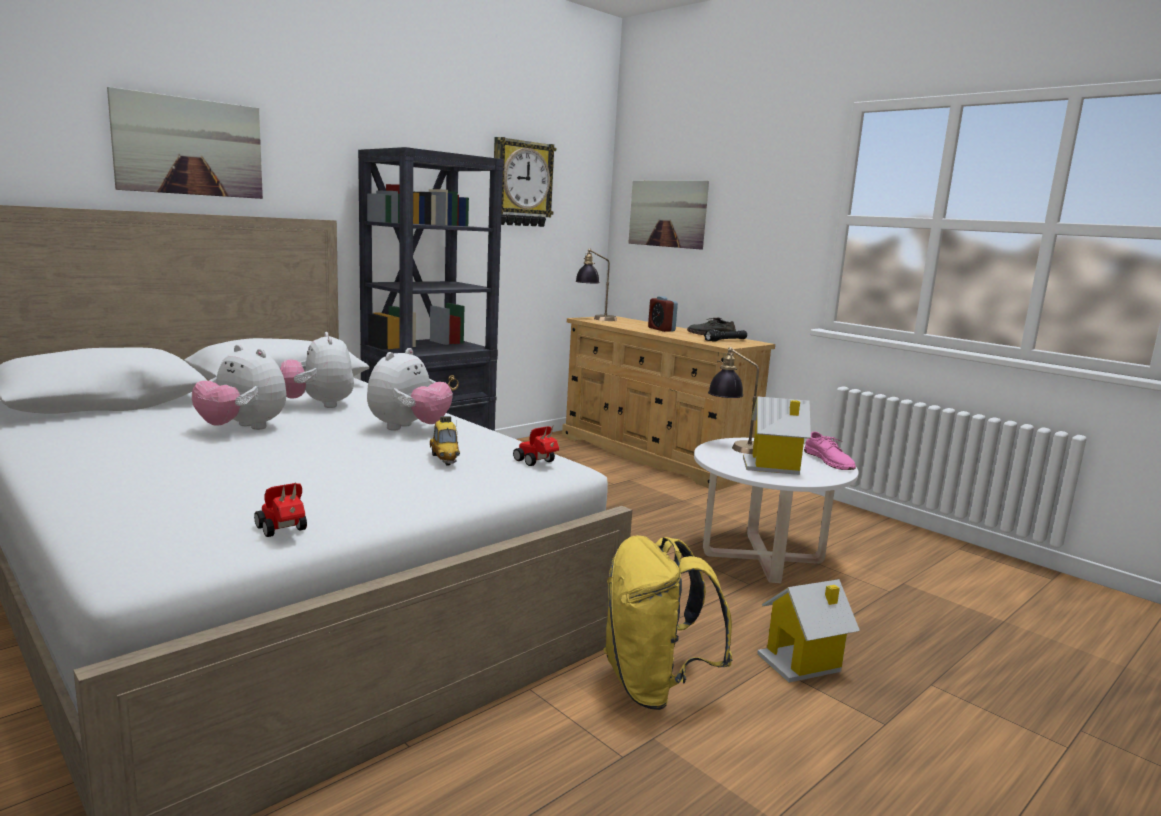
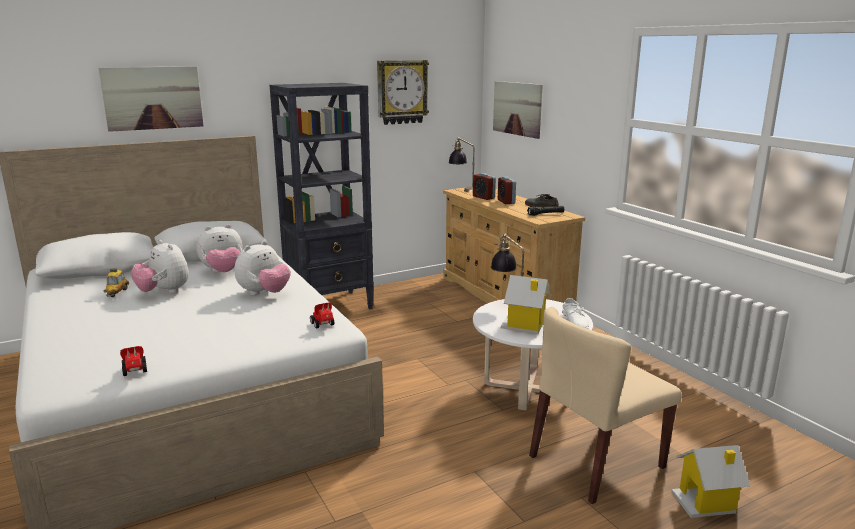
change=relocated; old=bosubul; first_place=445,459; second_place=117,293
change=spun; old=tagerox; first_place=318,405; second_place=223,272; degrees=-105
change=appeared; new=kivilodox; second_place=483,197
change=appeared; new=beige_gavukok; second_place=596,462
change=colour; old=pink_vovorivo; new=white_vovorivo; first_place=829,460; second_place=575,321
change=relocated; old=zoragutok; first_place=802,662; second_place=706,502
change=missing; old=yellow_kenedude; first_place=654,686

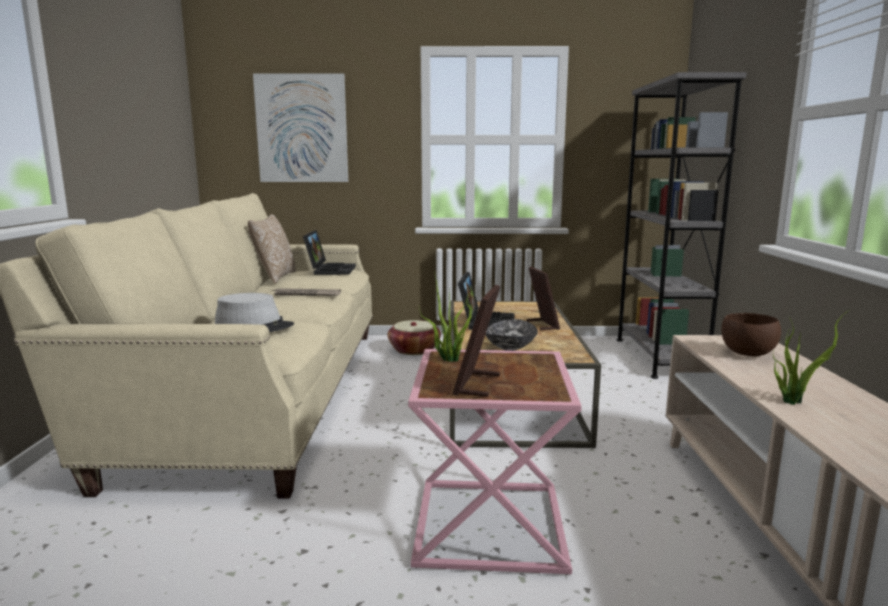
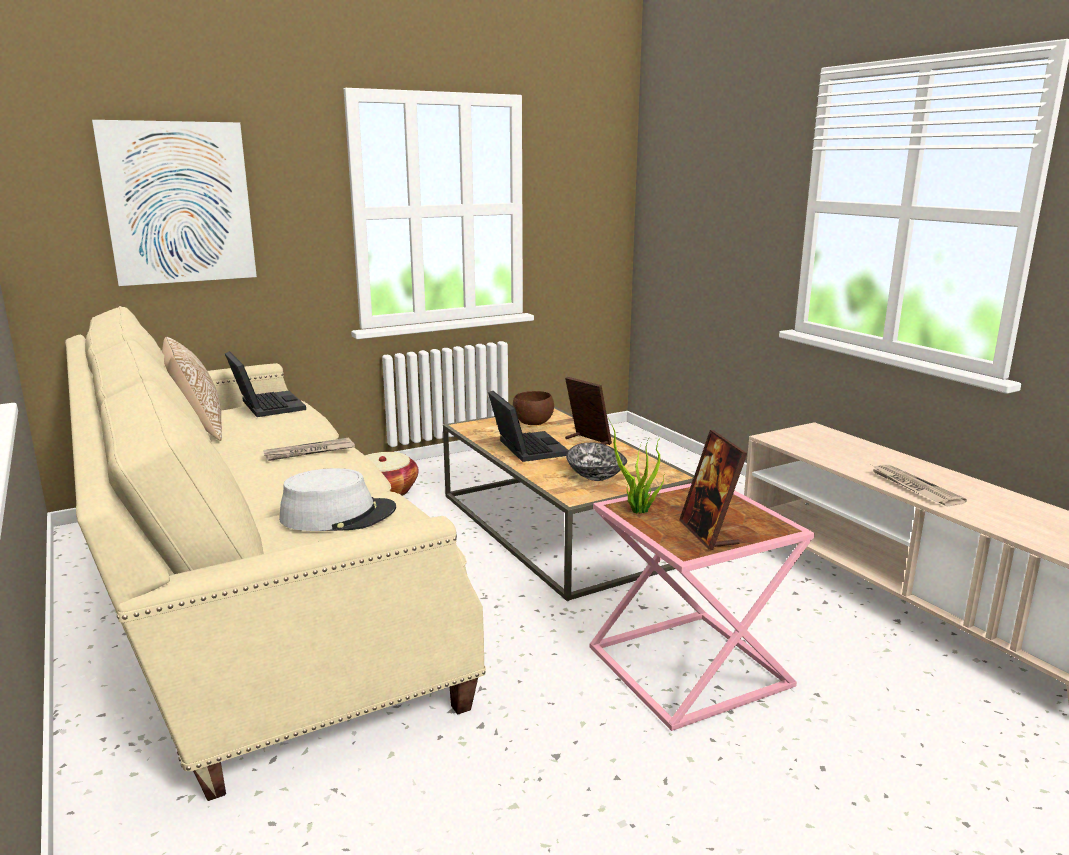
change=relocated; old=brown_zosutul; first_place=747,354; second_place=533,423
change=exchanged; old=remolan; new=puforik; first_place=792,400; second_place=913,487
change=missing; old=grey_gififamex; first_place=659,357

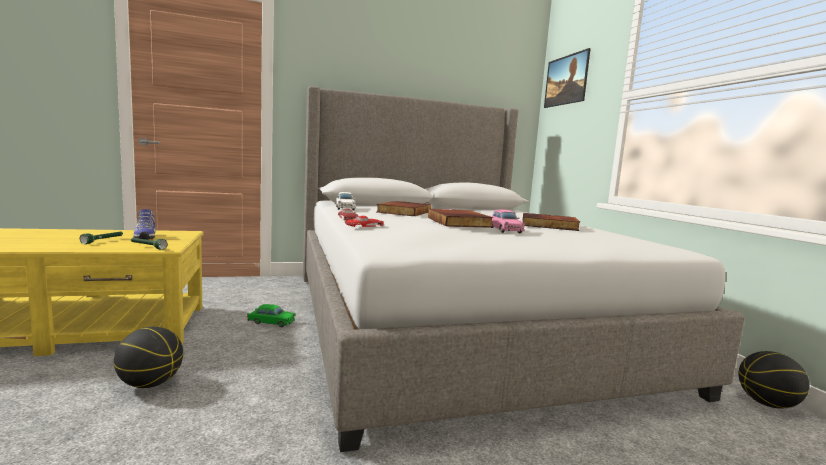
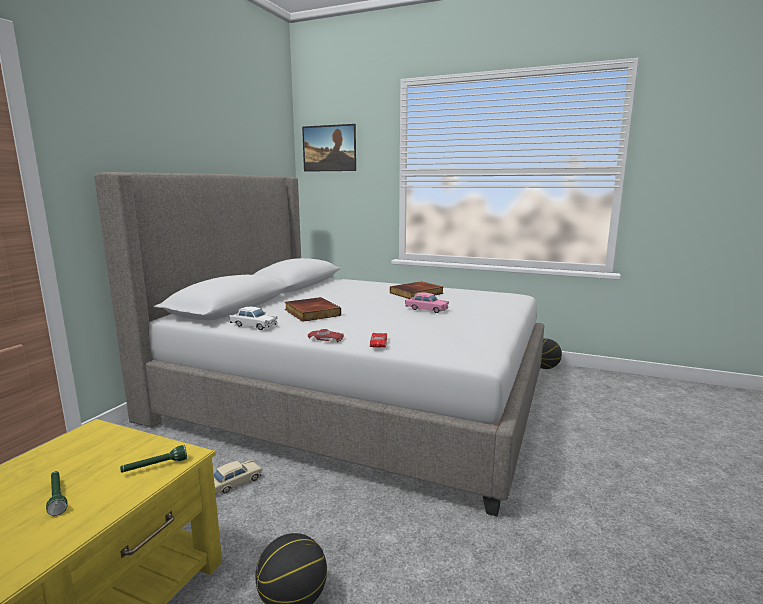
change=colour; old=green_bosubul; new=beige_bosubul; first_place=271,322; second_place=234,483
change=missing; old=vovorivo; first_place=144,237
change=missing; old=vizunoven; first_place=460,222

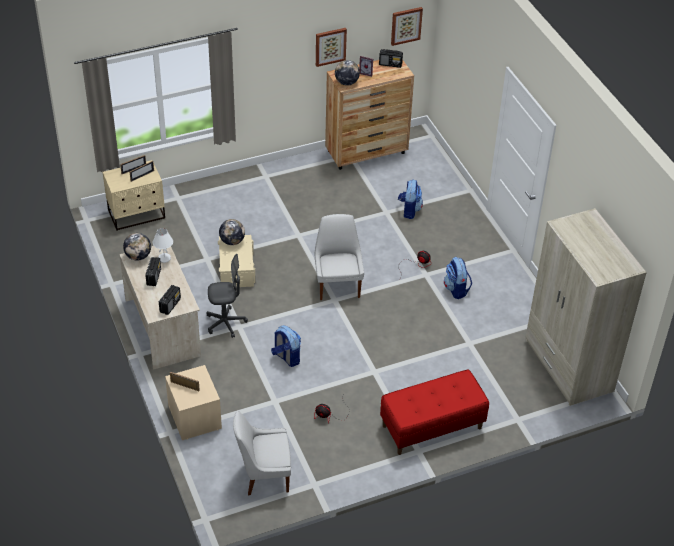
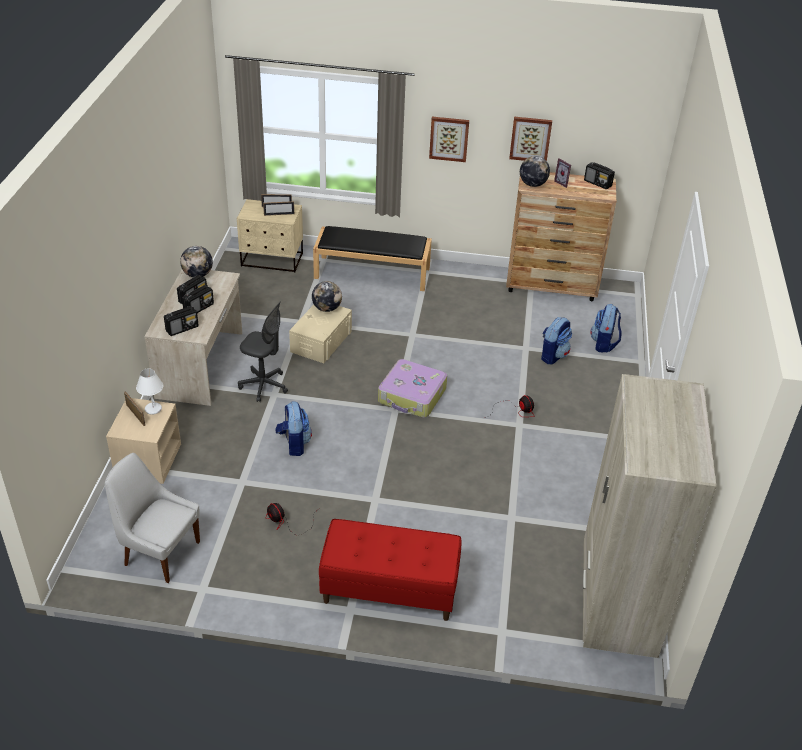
change=relocated; old=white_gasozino; first_place=164,258; second_place=153,409
change=appeared; new=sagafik; second_place=199,308
change=appeared; new=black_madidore; second_place=373,273
change=exchanged; old=white_gavukok; new=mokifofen; first_place=338,284; second_place=412,396
change=relocated; old=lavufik; first_place=406,25; second_place=449,138
change=relocated; old=kenedude; first_place=456,289; second_place=604,344

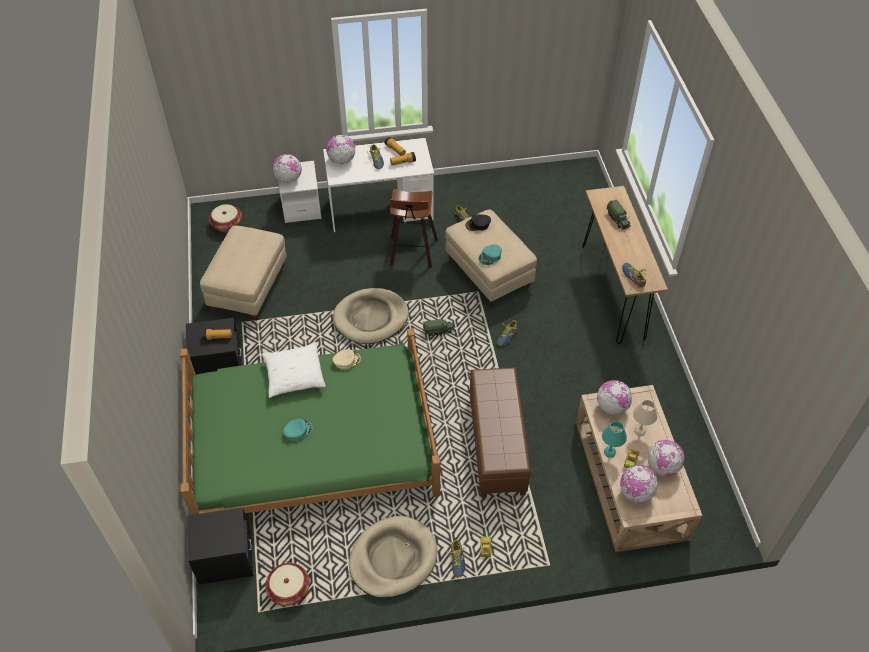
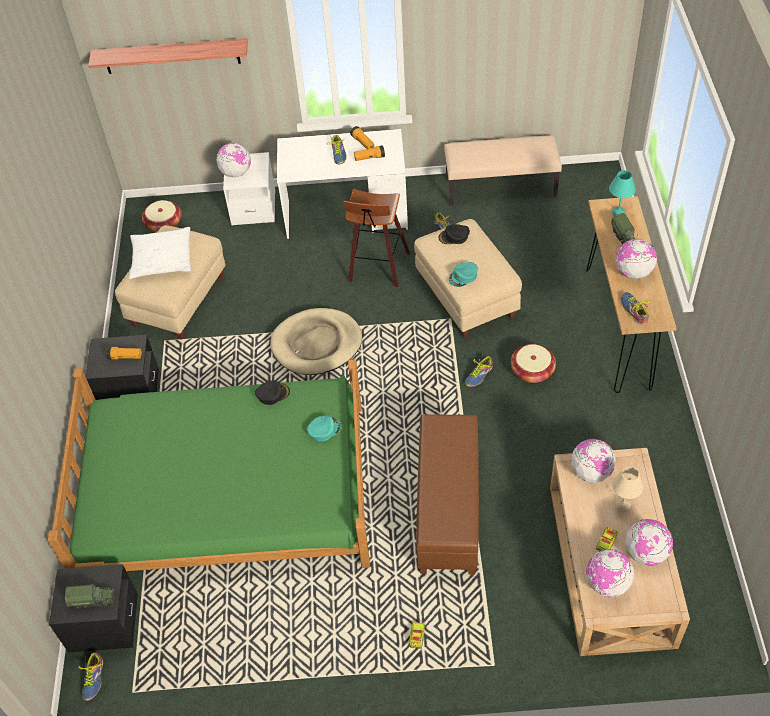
change=relocated; old=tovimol; first_place=438,330; second_place=92,599
change=relocated; old=vovorivo; first_place=457,560; second_place=94,678
change=appeared; new=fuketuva; second_place=172,56
change=relocated; old=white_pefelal; first_place=294,375; second_place=162,260
change=colour; old=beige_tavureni; new=black_tavureni; first_place=346,360; second_place=272,394
change=relocated; old=turquoise_tavureni; first_place=298,430; second_place=324,429
change=appeared; new=beige_madidore; second_place=501,187
change=relocated; old=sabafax; first_place=289,589; second_place=532,371
change=relocated; old=turquoise_gasozino; first_place=610,452; second_place=618,212
change=relocated; old=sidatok; first_place=341,160; second_place=633,272
change=missing; old=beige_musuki; first_place=393,558

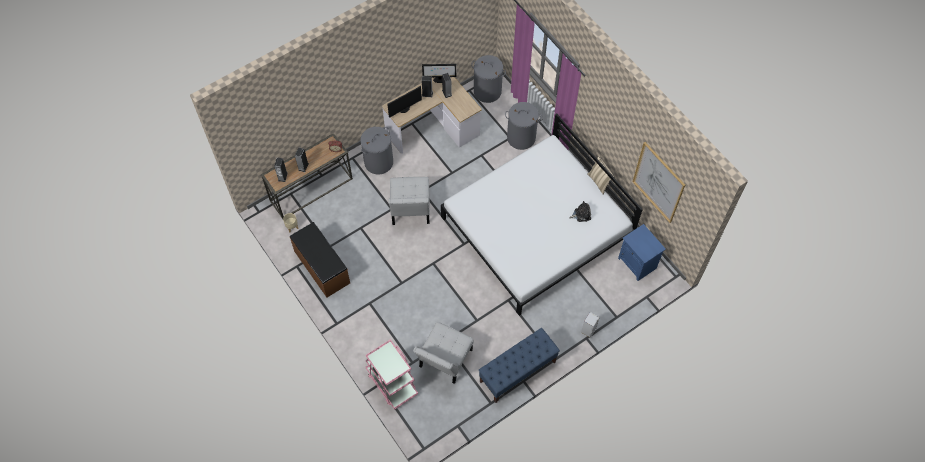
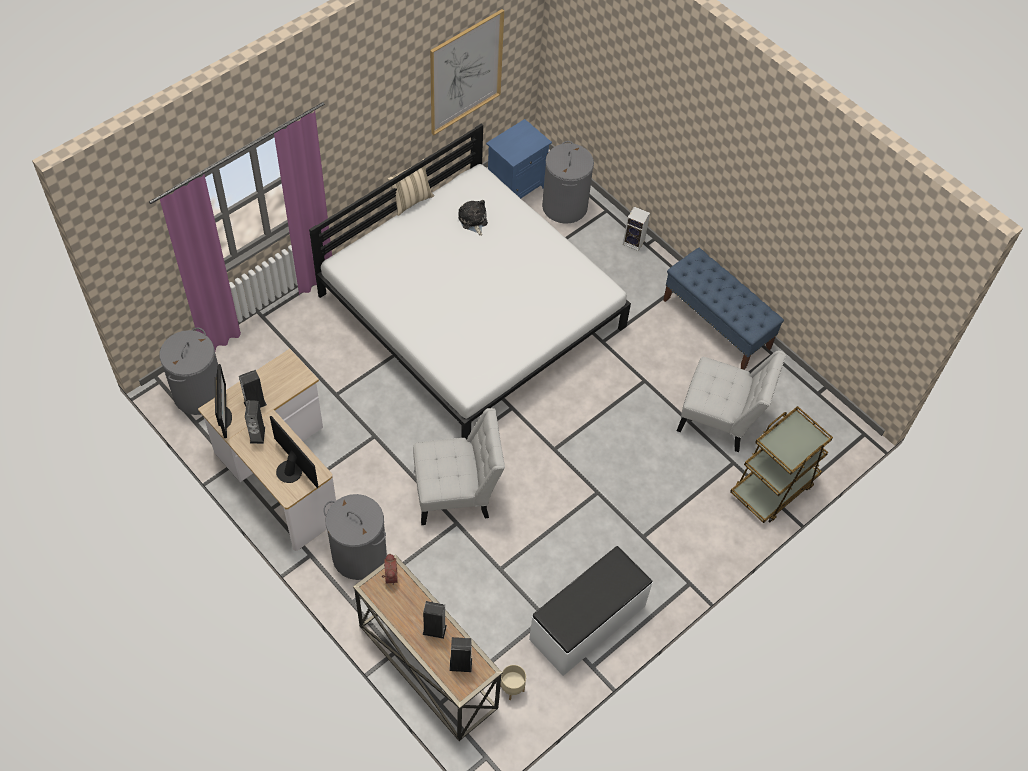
change=colour; old=brown_madidore; new=white_madidore; first_place=321,267; second_place=588,623
change=relocated; old=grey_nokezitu; first_place=521,137; second_place=564,206
change=colour; old=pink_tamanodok; new=brown_tamanodok; first_place=392,382; second_place=773,488

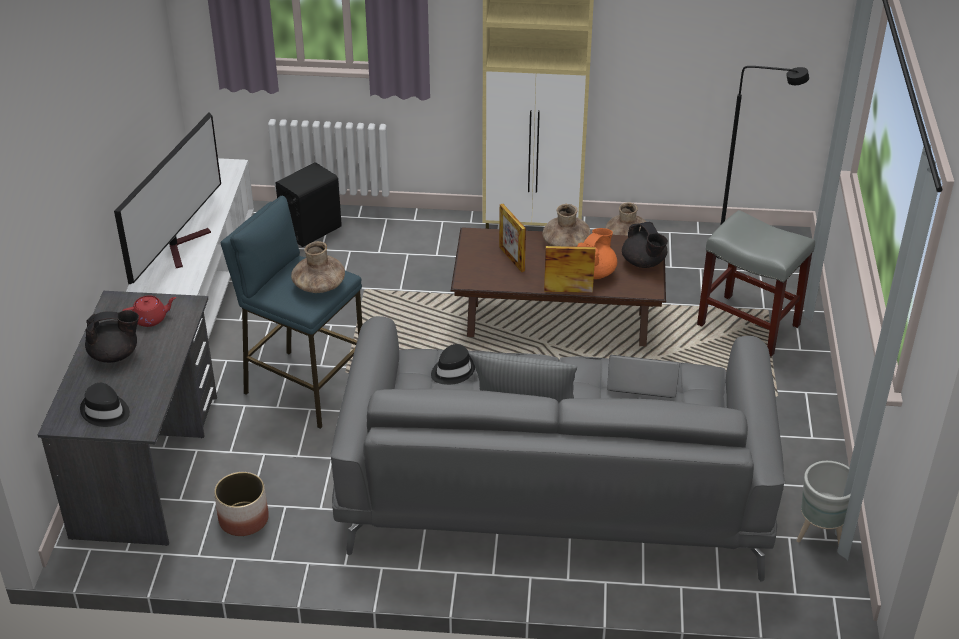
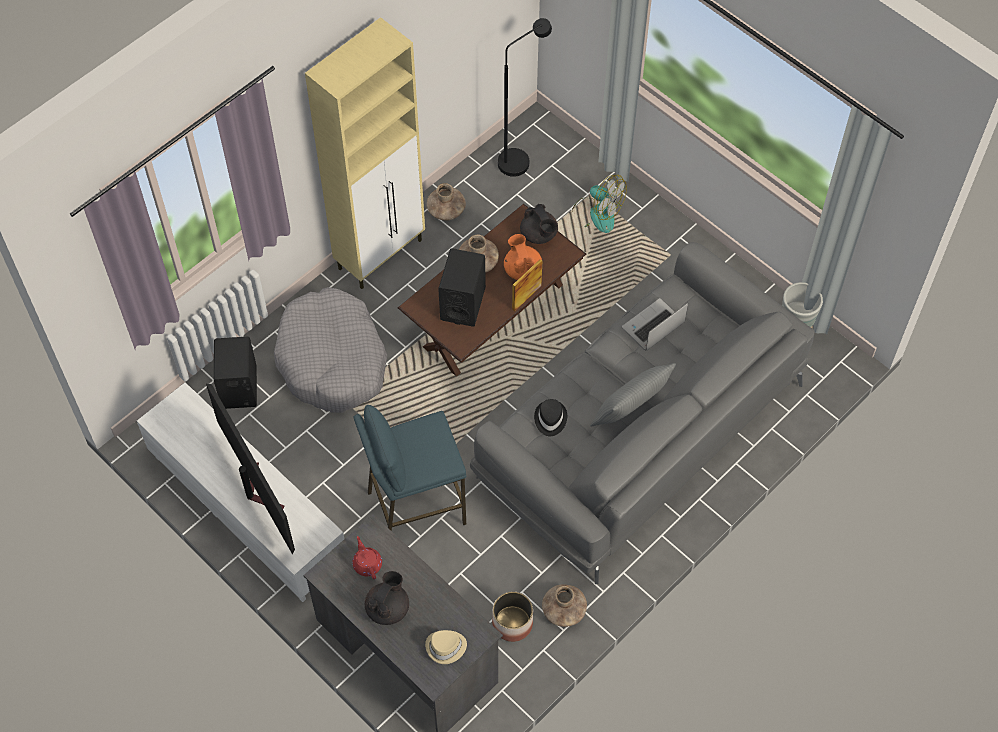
change=appeared; new=grey_musuki; second_place=332,360
change=spun; old=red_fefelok; first_place=151,319; second_place=367,564; degrees=-45
change=colour; old=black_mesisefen; new=beige_mesisefen; first_place=105,412; second_place=446,647
change=exchanged; old=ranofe; new=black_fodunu; first_place=511,259; second_place=463,303
change=spun; old=black_fefelok; first_place=644,263; second_place=539,235; degrees=45
change=relocated; old=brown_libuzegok; first_place=319,286; second_place=564,610
change=exchanged; old=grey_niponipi; new=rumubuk; first_place=749,325; second_place=596,214

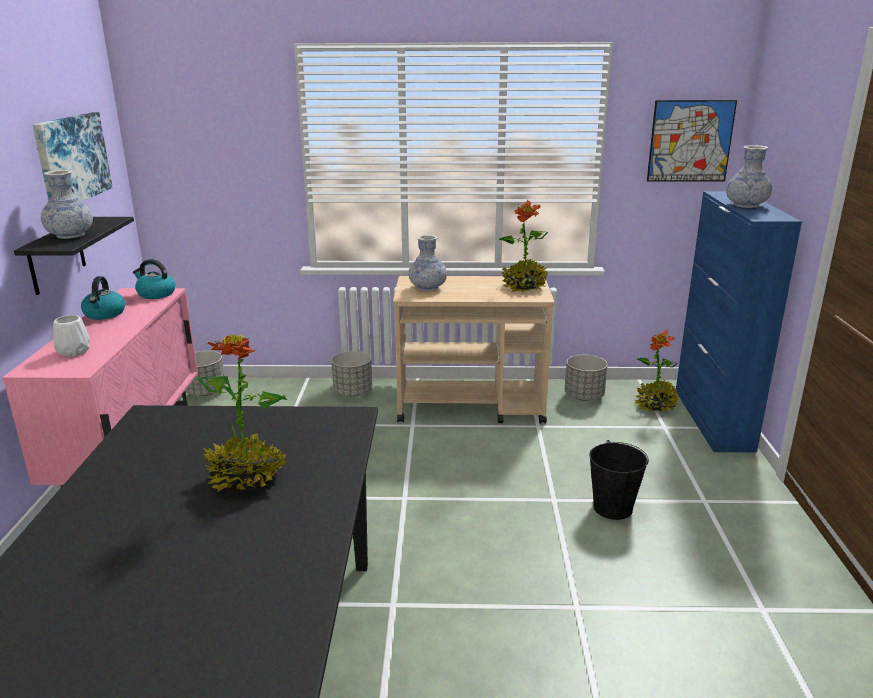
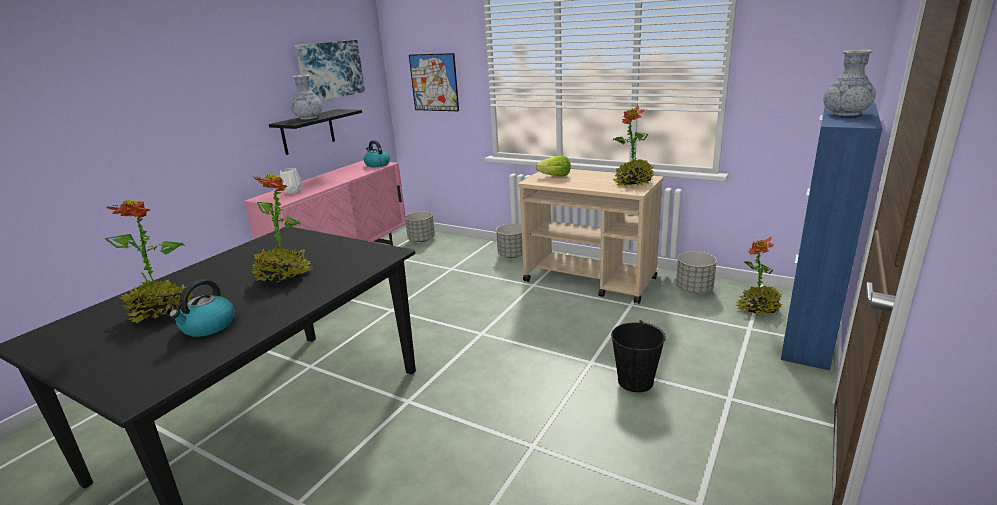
change=appeared; new=remolan; second_place=162,312
change=relocated; old=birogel; first_place=105,314; second_place=208,326
change=relocated; old=lavufik; first_place=690,141; second_place=434,82
change=exchanged; old=libuzegok; new=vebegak; first_place=427,288; second_place=555,176

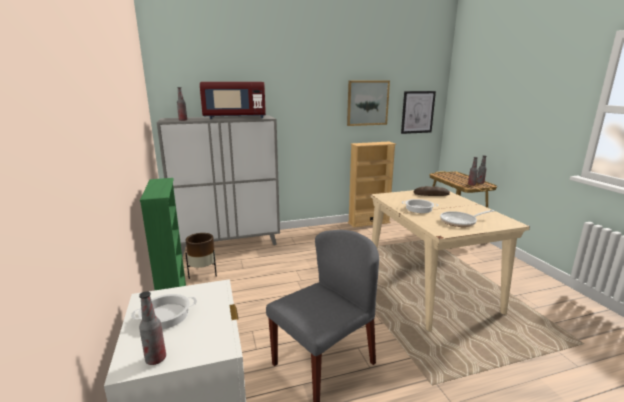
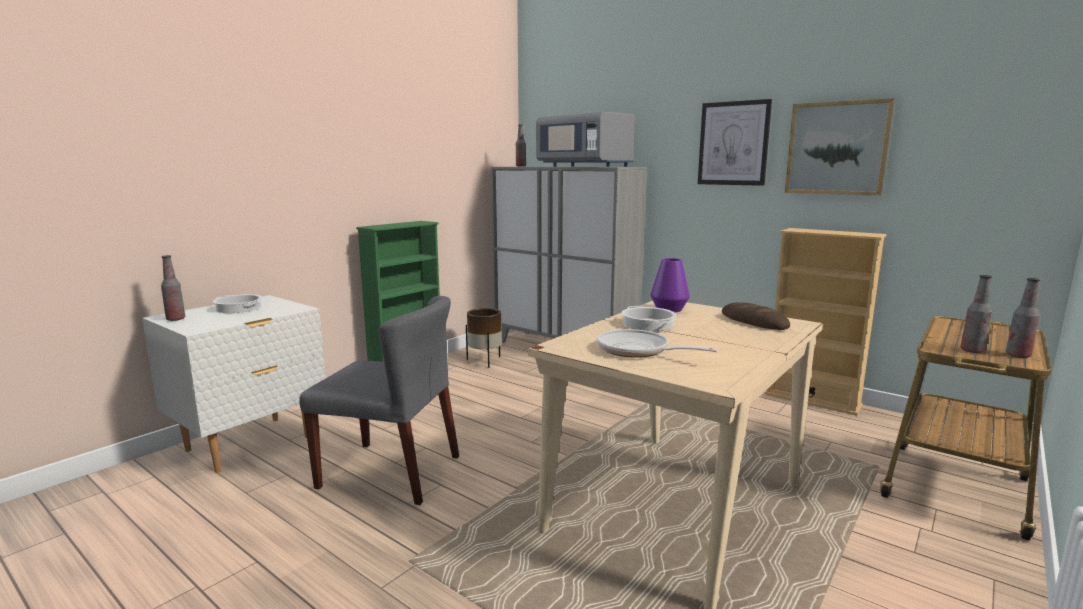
change=colour; old=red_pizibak; new=grey_pizibak; first_place=235,117; second_place=584,166
change=appeared; new=purple_libuzegok; second_place=669,309
change=relocated; old=lavufik; first_place=417,112; second_place=733,143

